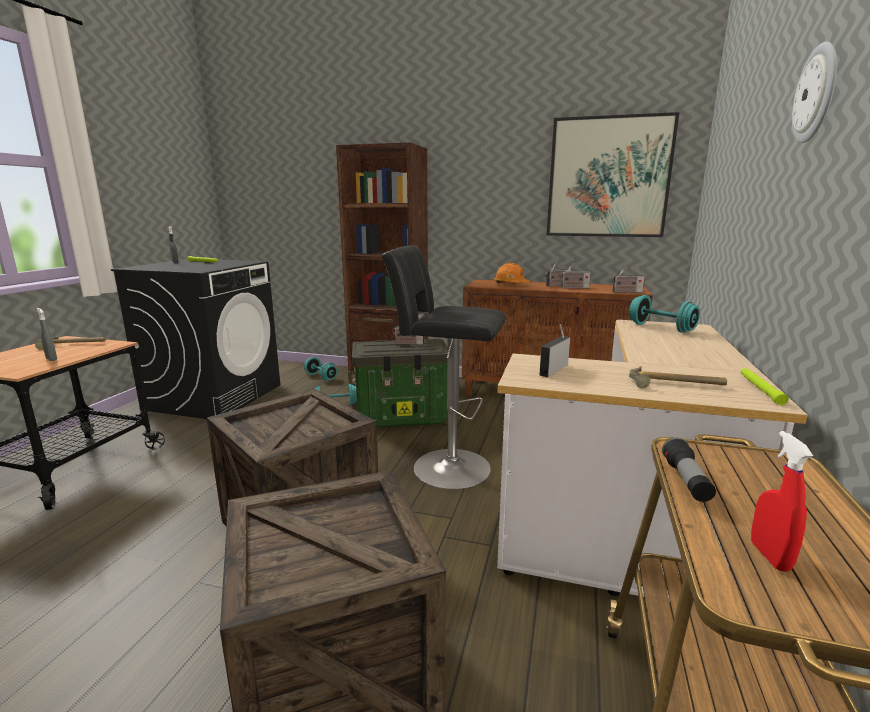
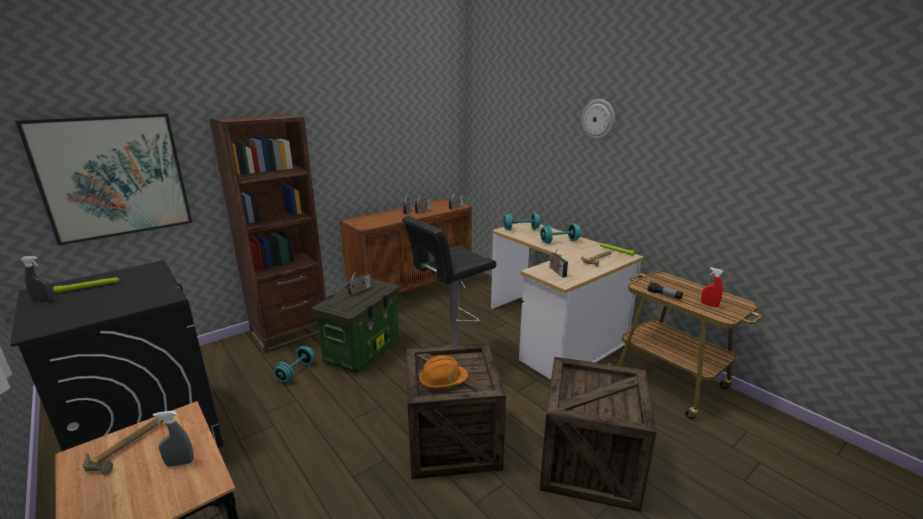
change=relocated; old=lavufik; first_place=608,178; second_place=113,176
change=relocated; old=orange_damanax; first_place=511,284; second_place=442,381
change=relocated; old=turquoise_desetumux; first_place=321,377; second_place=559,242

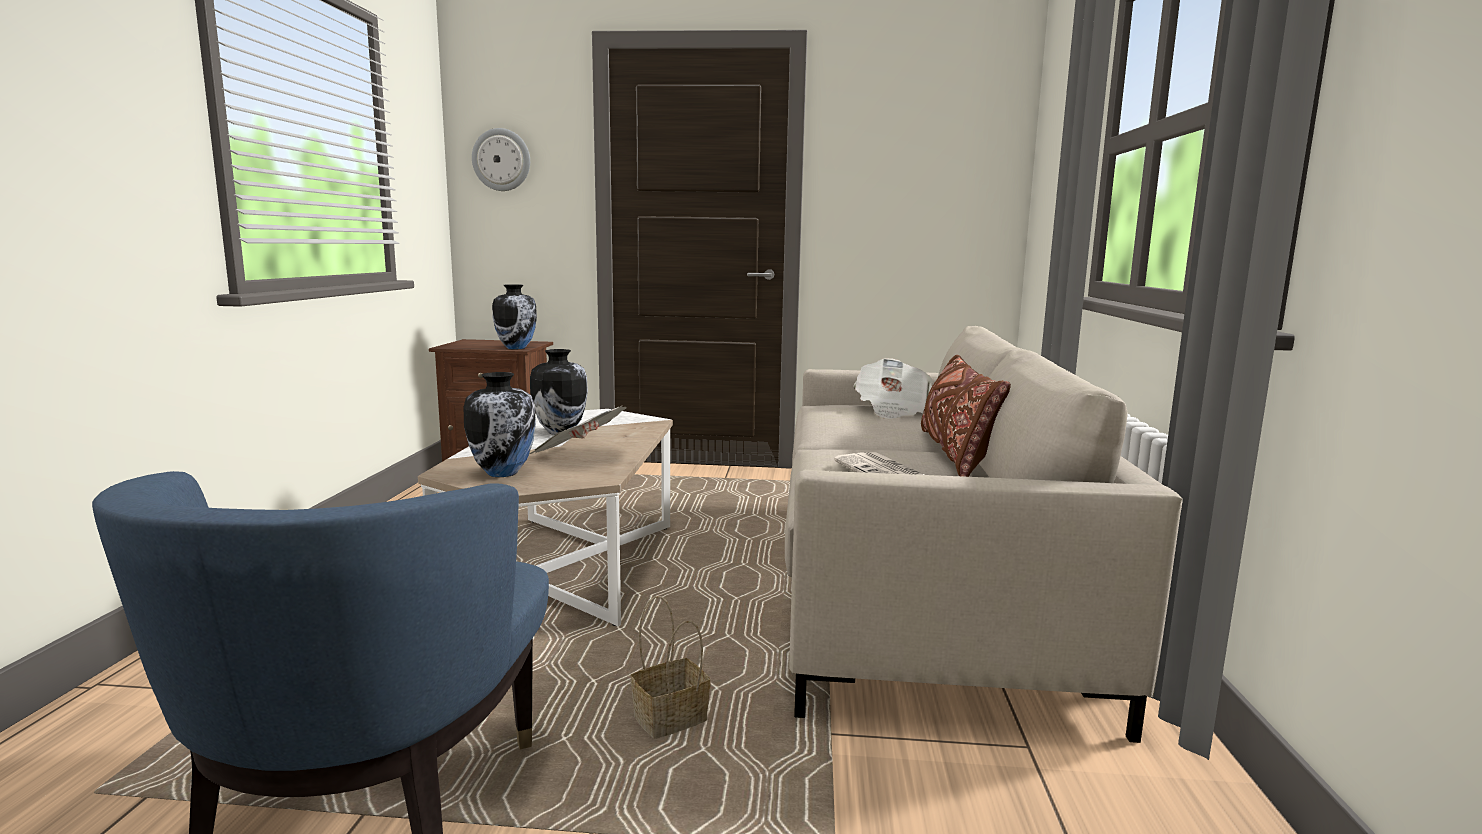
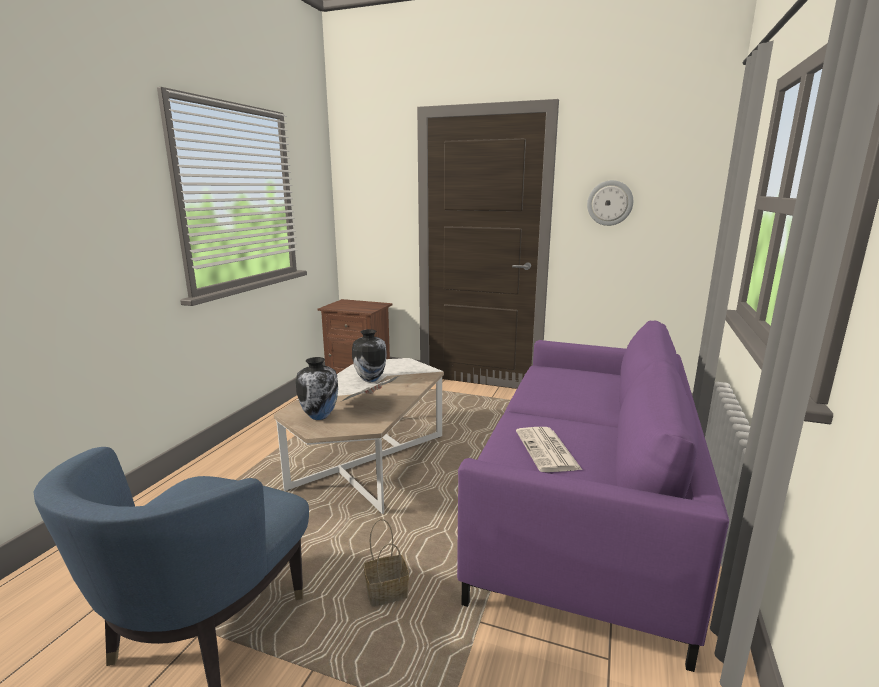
change=colour; old=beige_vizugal; new=purple_vizugal; first_place=918,592; second_place=584,510
change=relocated; old=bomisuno; first_place=501,160; second_place=610,203
change=missing; old=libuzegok; first_place=516,348
change=missing; old=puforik; first_place=892,410
change=missing; old=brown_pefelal; first_place=956,453

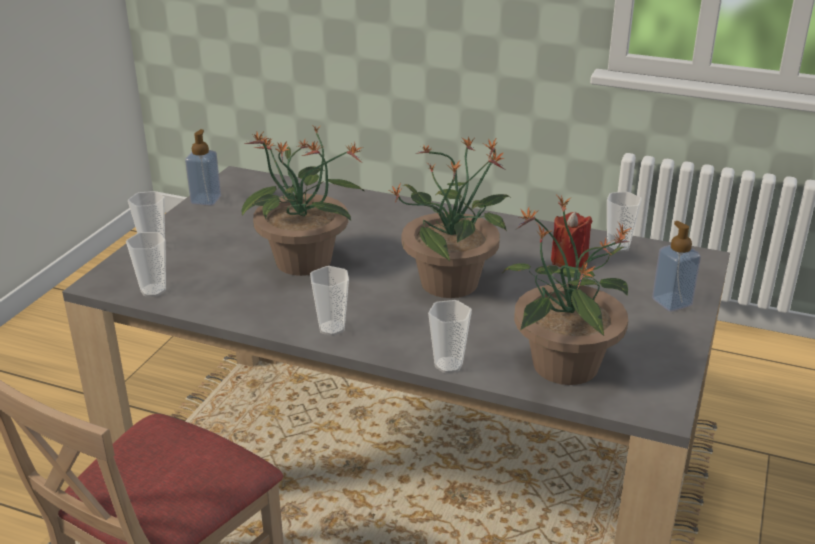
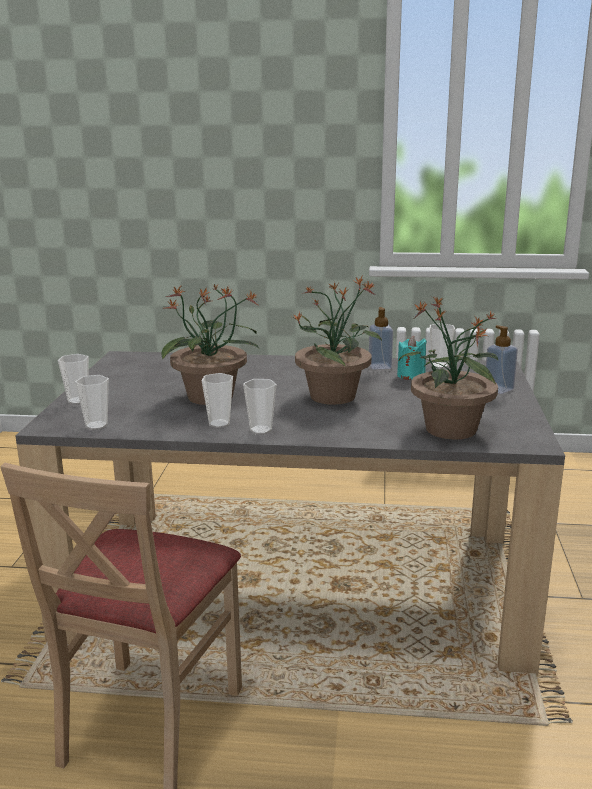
change=relocated; old=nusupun; first_place=448,365; second_place=219,424
change=relocated; old=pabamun; first_place=206,200; second_place=380,366
change=colour; old=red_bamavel; new=turquoise_bamavel; first_place=569,260; second_place=411,376

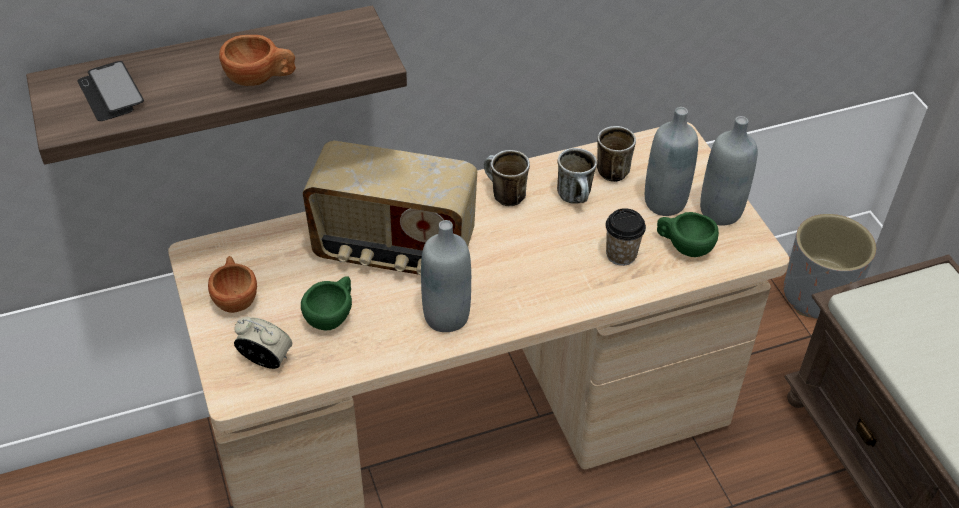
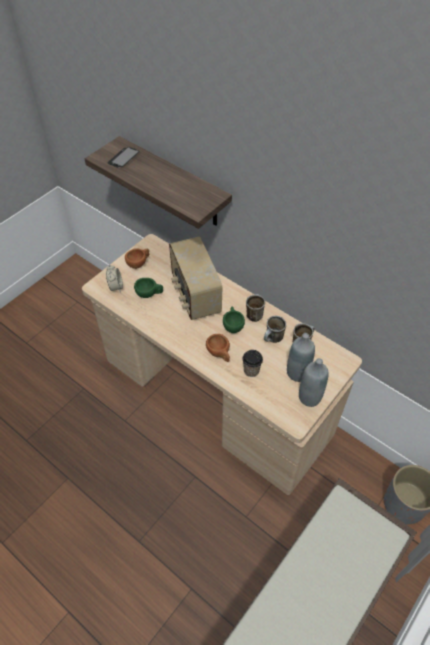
change=relocated; old=brown_nusupun; first_place=260,78; second_place=219,354
change=relocated; old=green_nusupun; first_place=683,246; second_place=233,325
change=missing; old=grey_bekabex; first_place=446,316

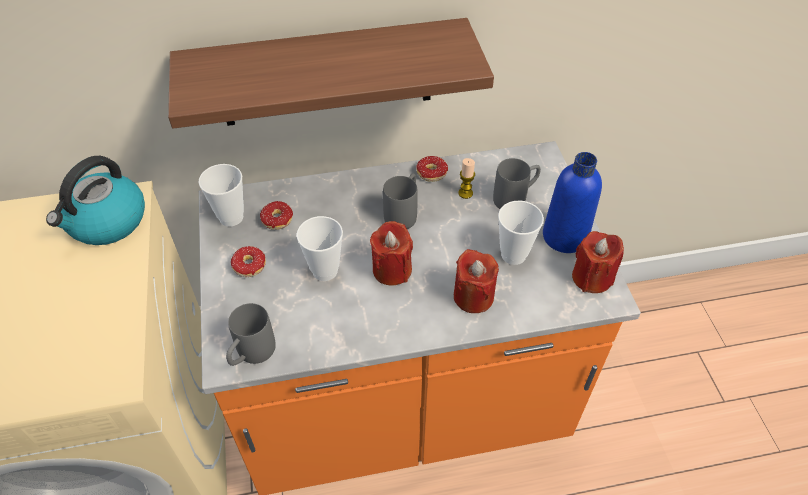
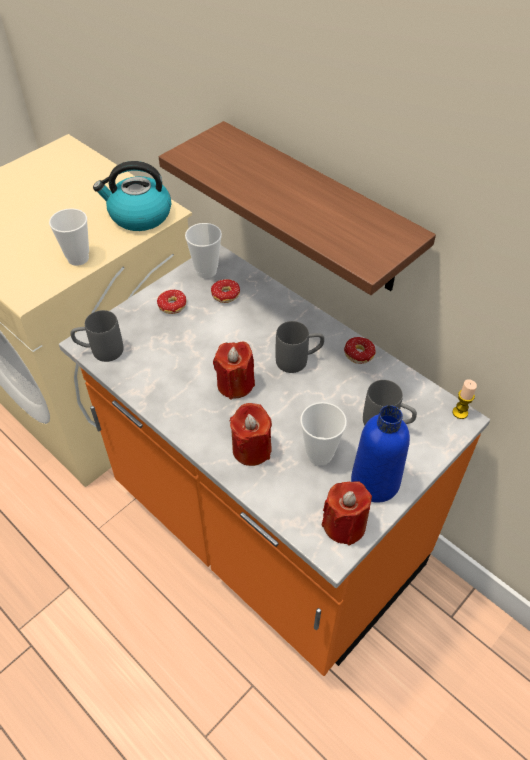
change=relocated; old=nusupun; first_place=325,271; second_place=78,258
change=relocated; old=bamavel; first_place=465,193; second_place=460,412

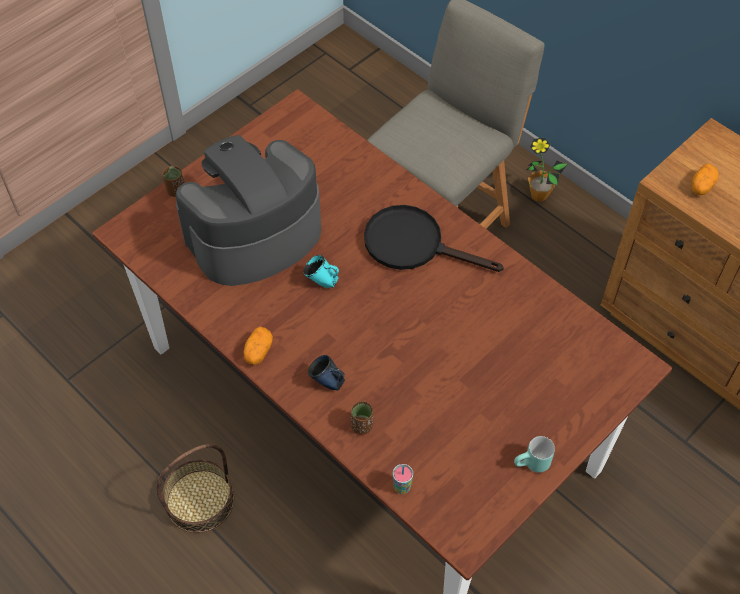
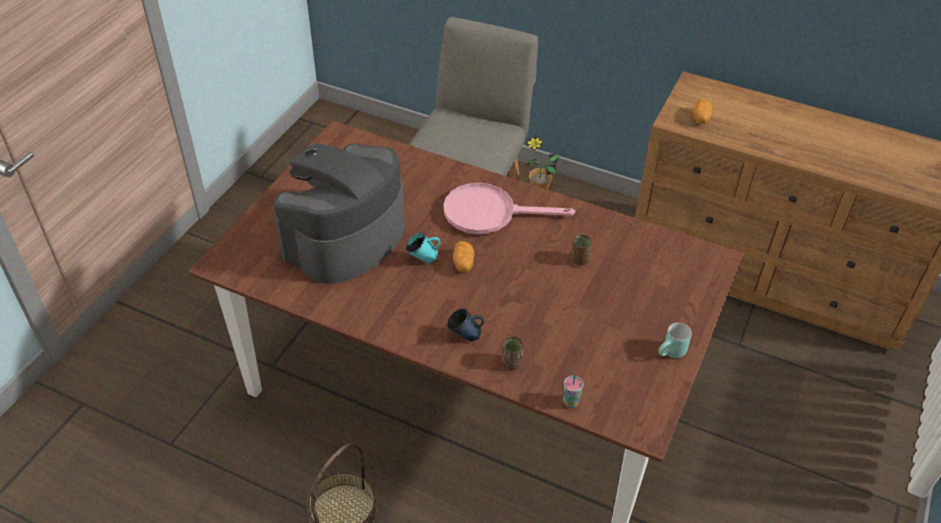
change=colour; old=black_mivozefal; new=pink_mivozefal; first_place=414,244; second_place=489,213
change=relocated; old=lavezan; first_place=258,351; second_place=463,263
change=relocated; old=brown_nusupun; first_place=176,191; second_place=579,260

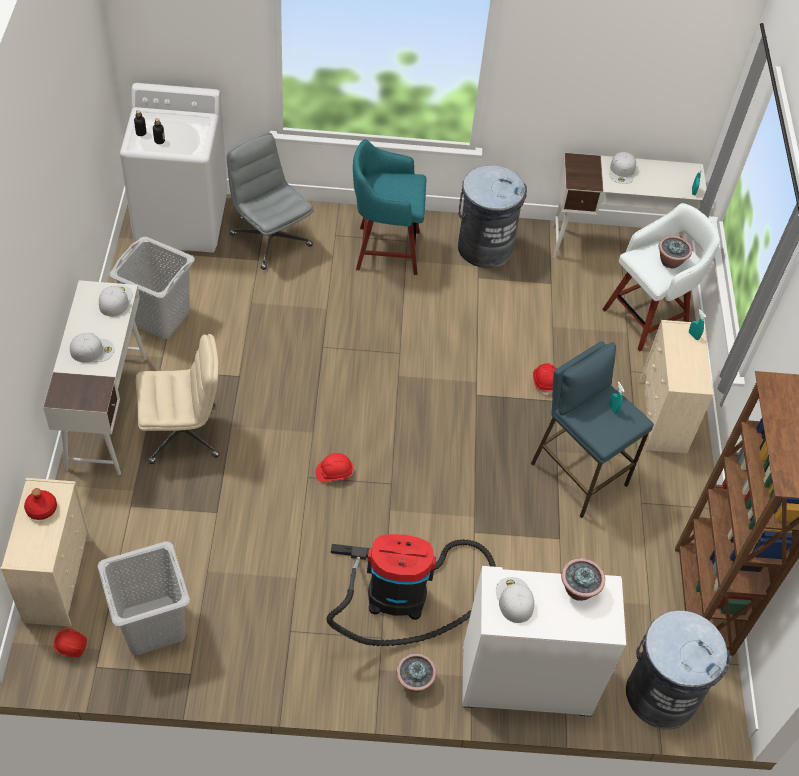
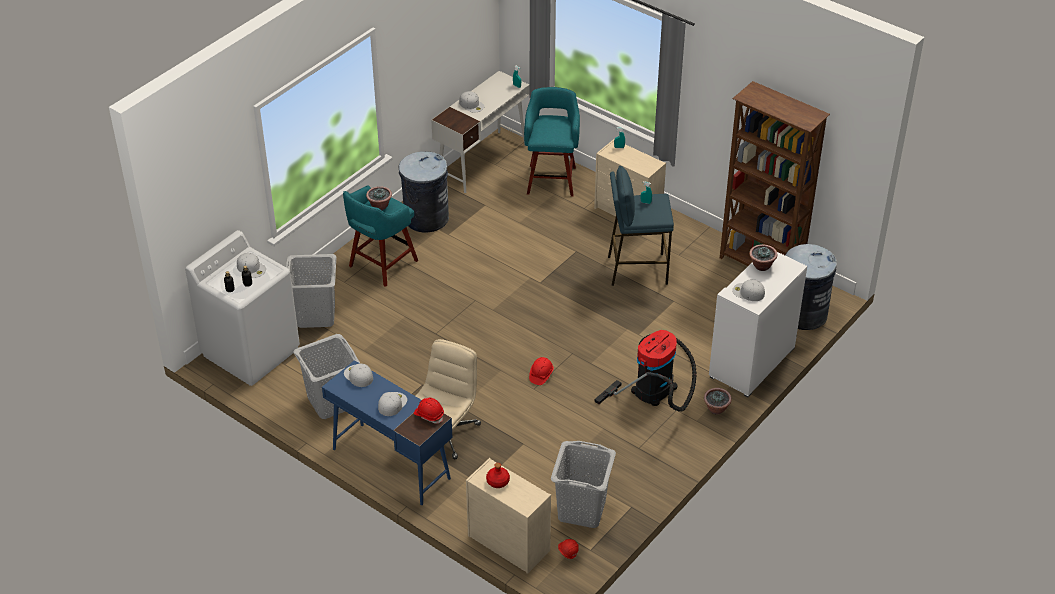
change=appeared; new=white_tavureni; second_place=251,268
change=exchanged; old=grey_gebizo; new=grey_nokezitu; first_place=270,239; second_place=315,315
change=colour; old=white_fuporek; new=blue_fuporek; first_place=107,411; second_place=390,463
change=relocated; old=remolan; first_place=670,261; second_place=379,206
change=relocated; old=red_damanax; first_place=545,381; second_place=429,415
change=colour; old=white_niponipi; new=turquoise_niponipi; first_place=647,318; second_place=551,179

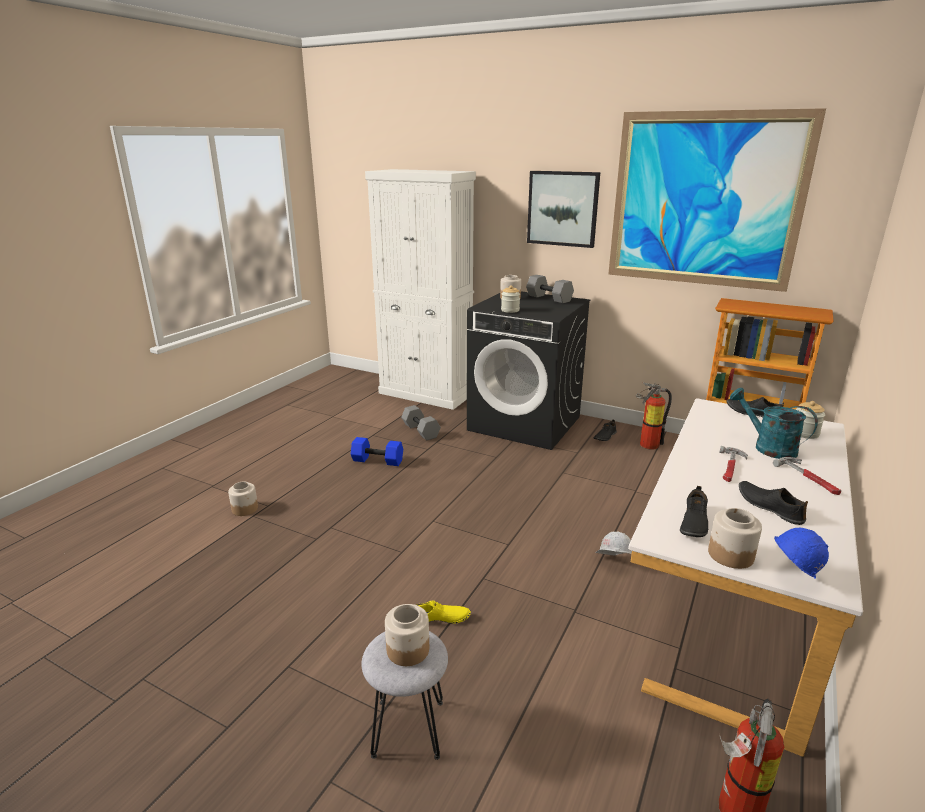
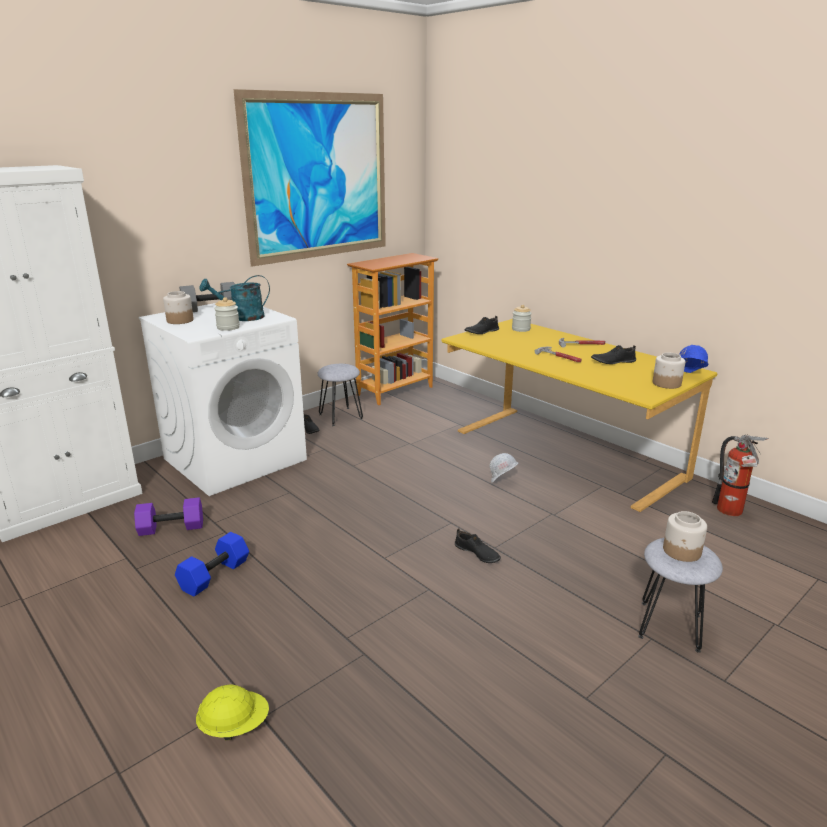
change=colour; old=grey_desetumux; new=purple_desetumux; first_place=421,431; second_place=172,527
change=colour; old=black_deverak; new=white_deverak; first_place=525,423; second_place=235,459
change=exchanged; old=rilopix; new=yellow_damanax; first_place=245,509; second_place=234,726
change=relocated; old=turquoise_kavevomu; first_place=767,447; second_place=242,317
change=exchanged; old=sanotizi; new=grey_niponipi; first_place=646,444; second_place=340,417
change=colour; old=white_fuporek; new=yellow_fuporek; first_place=727,600; second_place=560,454
change=relocated; old=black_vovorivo; first_place=693,523; second_place=477,553
change=missing; old=yellow_vovorivo; first_place=440,619
change=missing; old=lavufik; first_place=562,208

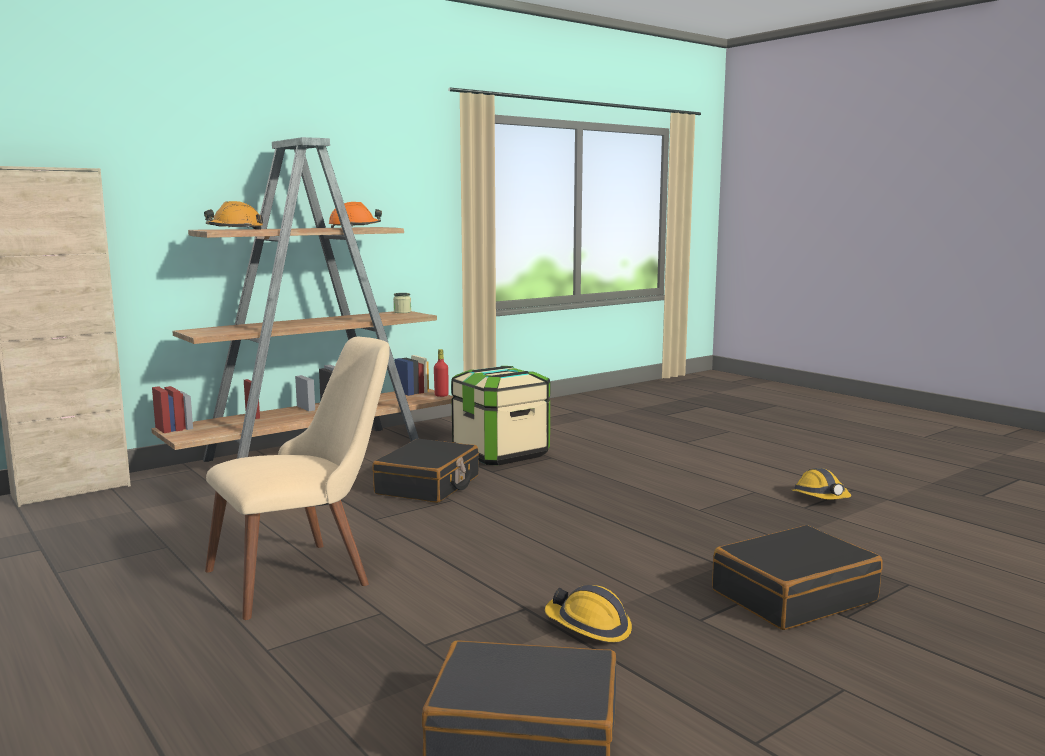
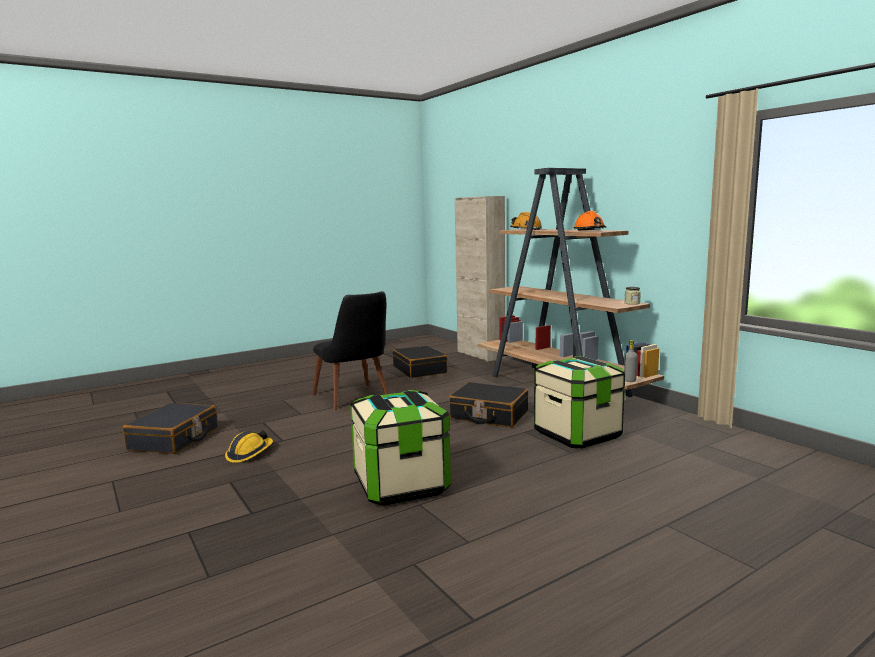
change=colour; old=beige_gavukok; new=black_gavukok; first_place=307,572; second_place=355,399
change=appeared; new=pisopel; second_place=401,485
change=relocated; old=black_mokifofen; first_place=793,595; second_place=420,370
change=colour; old=red_bekabex; new=grey_bekabex; first_place=441,395; second_place=630,380
change=missing; old=damanax; first_place=821,498

